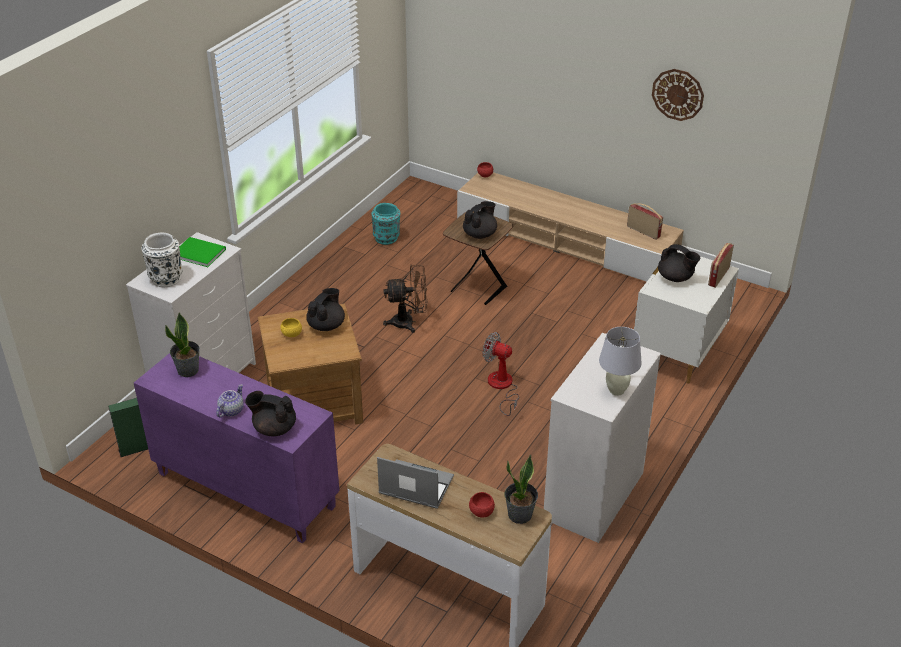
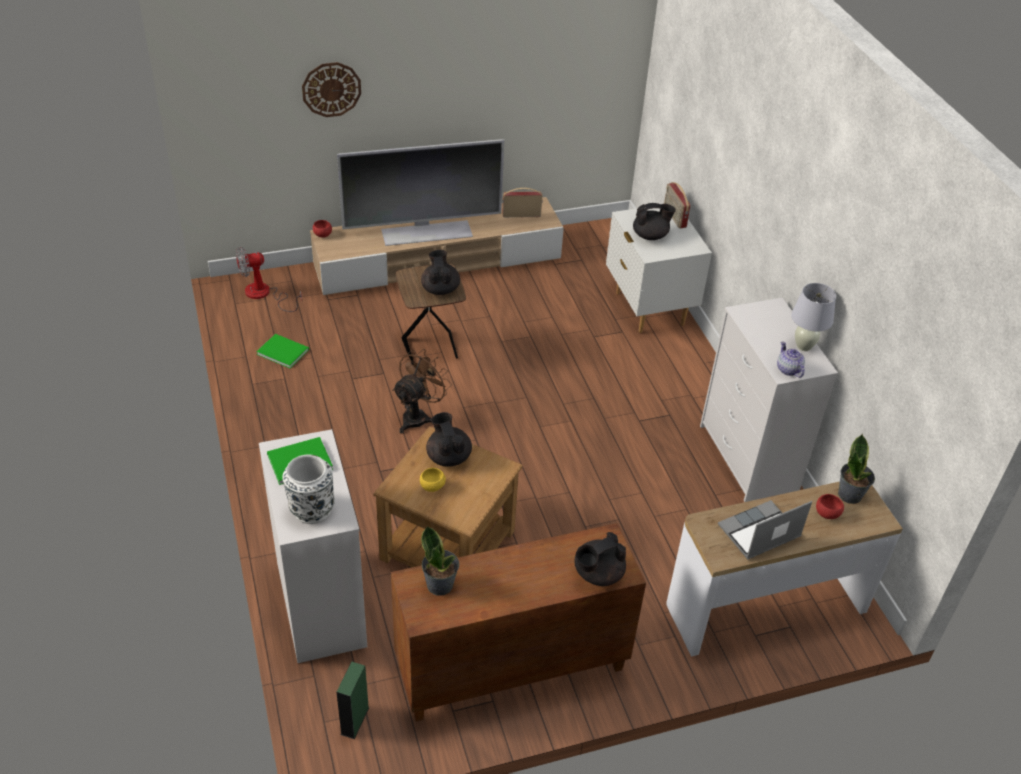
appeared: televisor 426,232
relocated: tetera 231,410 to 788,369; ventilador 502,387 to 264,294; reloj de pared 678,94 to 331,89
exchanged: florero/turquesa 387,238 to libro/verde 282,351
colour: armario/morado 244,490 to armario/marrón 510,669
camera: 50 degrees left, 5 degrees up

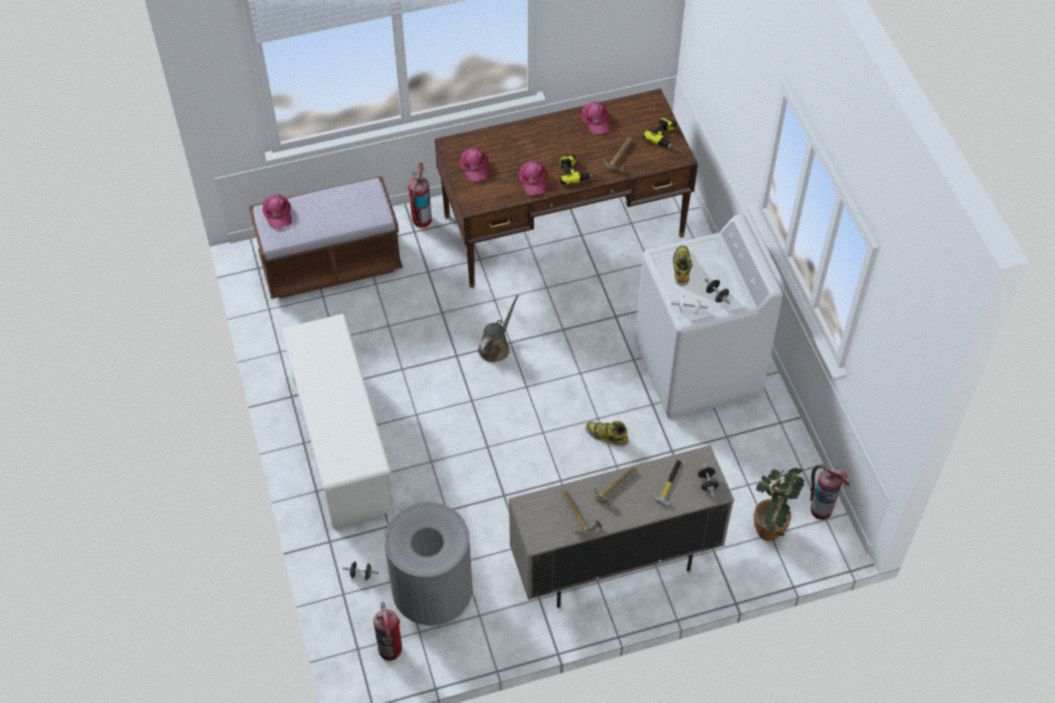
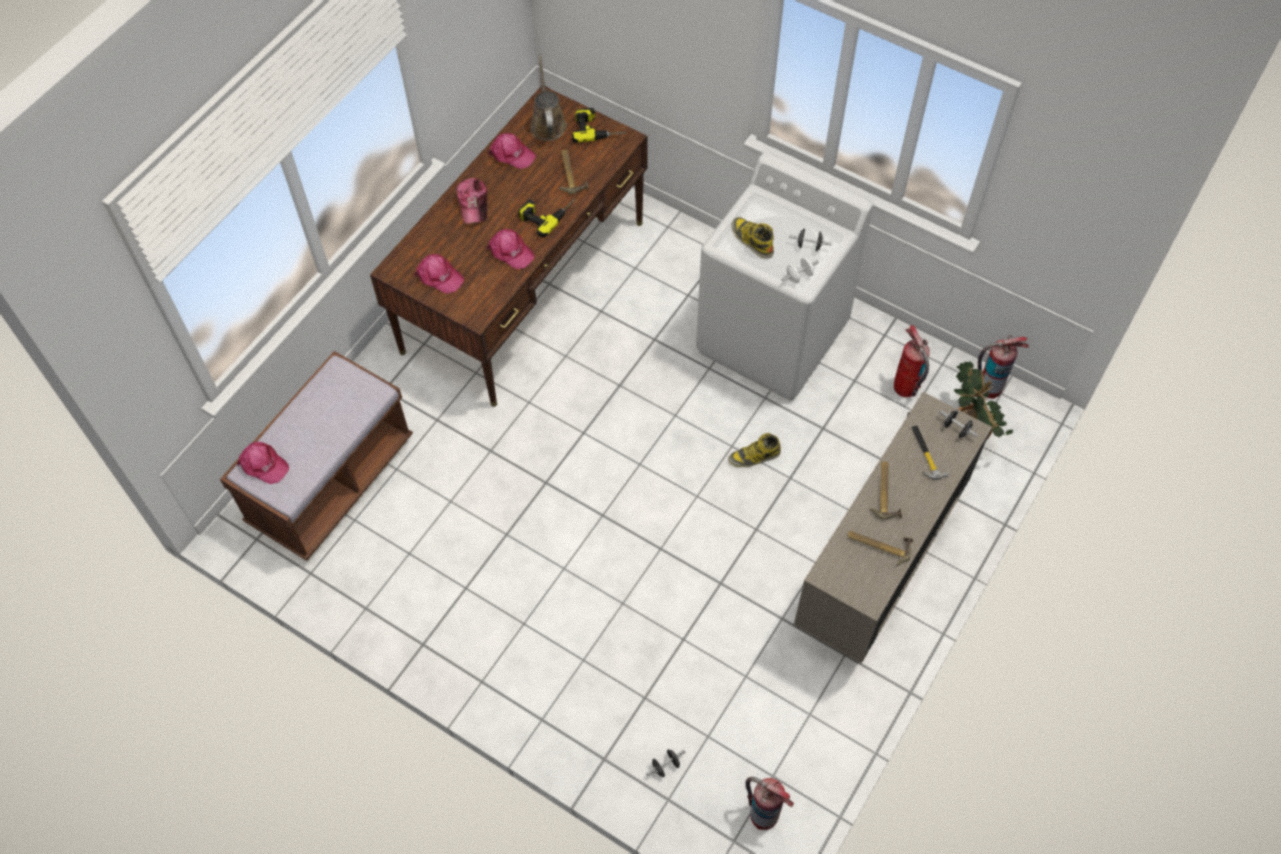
missing: zapatero/blanco 343,445; papelera/gris 432,595
appeared: gorra 473,204
relocated: extintor 421,220 to 905,388; regadera/marrón 496,347 to 547,123
camera: 40 degrees left, 5 degrees up

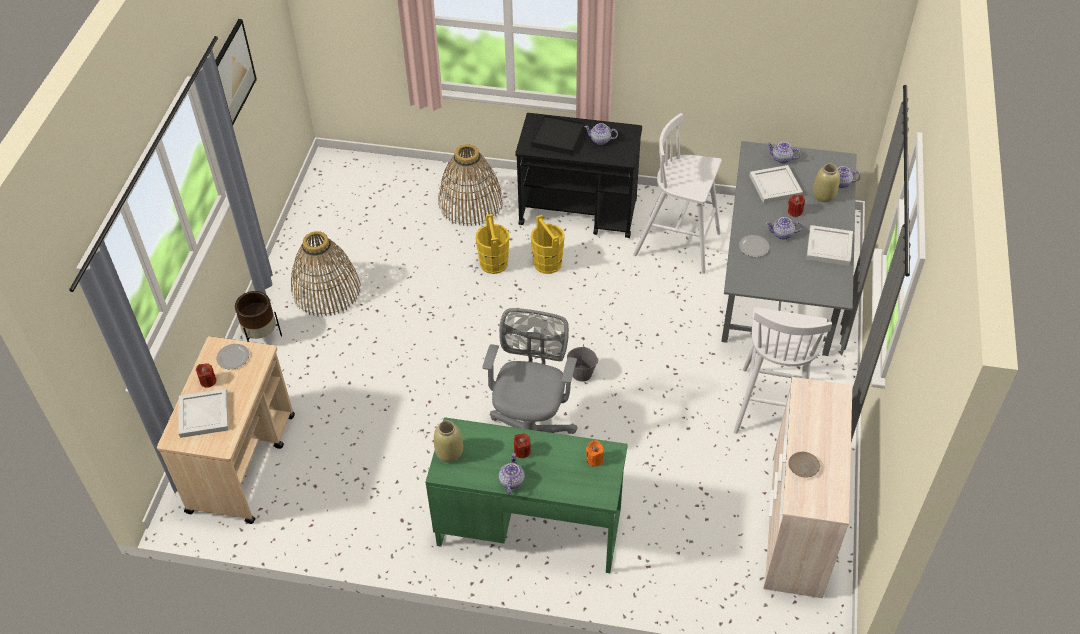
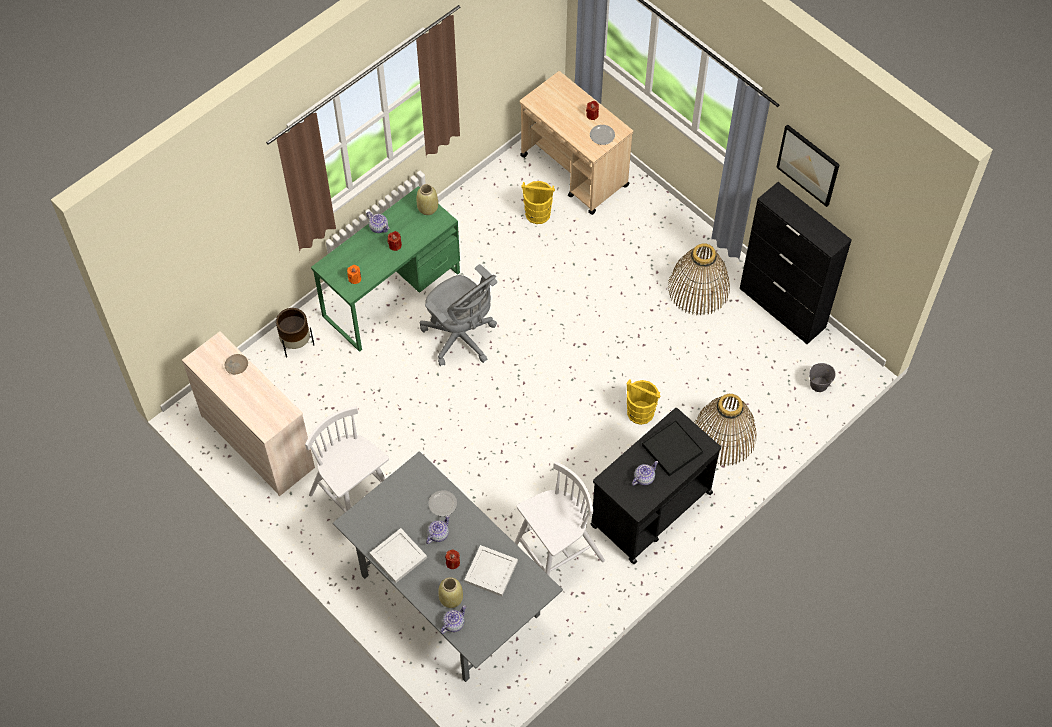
missing: bandeja/blanco 203,414; tetera 781,158
appeared: armario/negro 782,308
relocated: maceta/marrón 261,337 to 296,344; cubo/amarillo 547,263 to 538,214; cubo/gris 582,373 to 818,384
camera: 125 degrees right, 10 degrees up

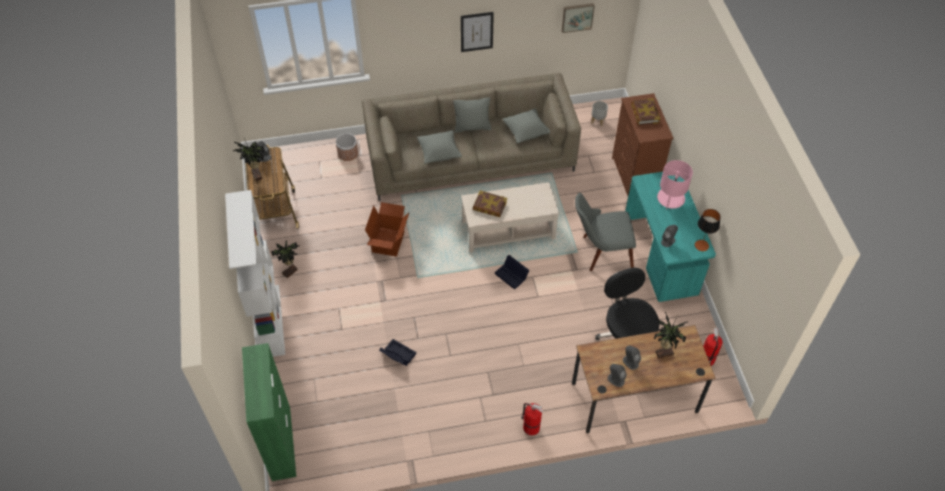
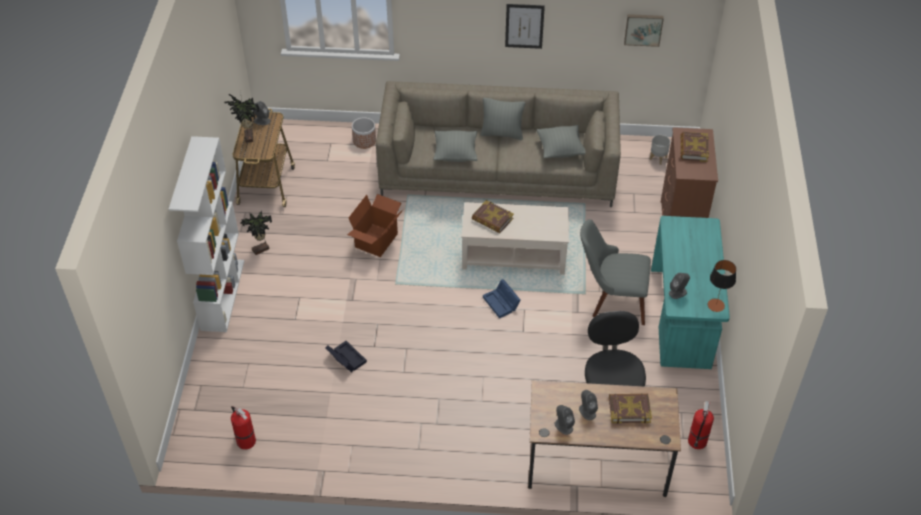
missing: armario/verde 281,443; lámpara de mesa/rosa 670,198
relocated: extintor 530,427 to 245,440
exchanged: planta en maceta 663,352 to libro 629,409
colour: caja de almacenaje/negro 512,275 to caja de almacenaje/azul 502,303
camera: 15 degrees right, 5 degrees down

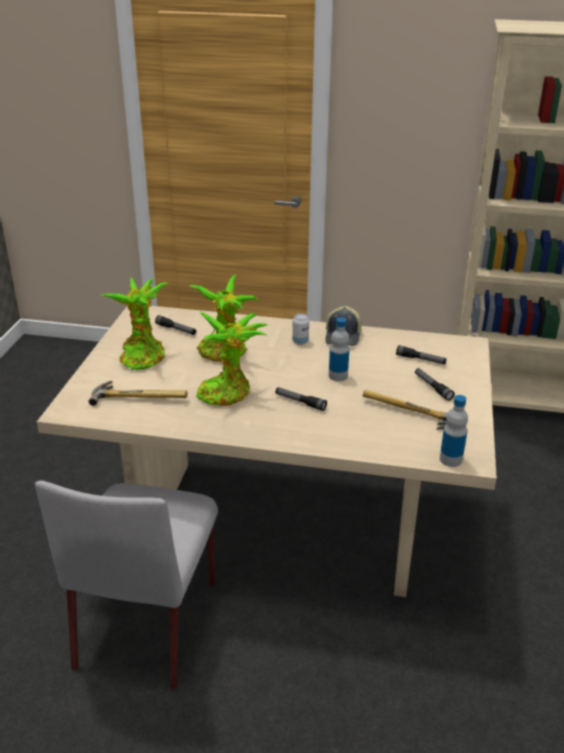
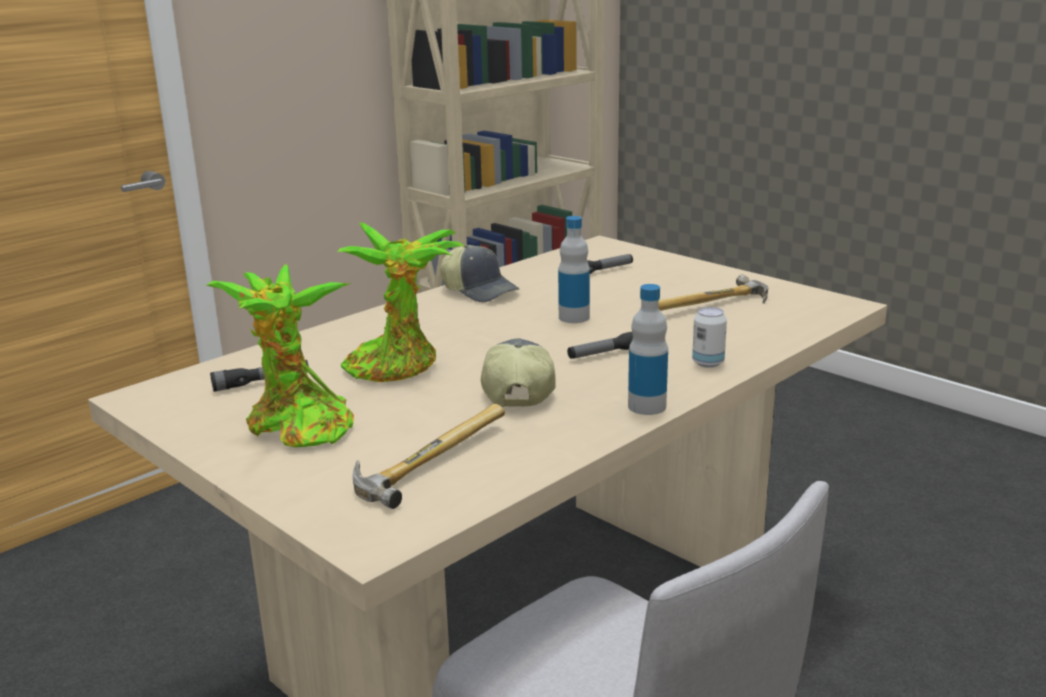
missing: linterna 432,387
relocated: lata 300,341 to 708,363; botella 450,459 to 647,406
exchanged: planta en maceta 228,392 to gorra 516,390
camera: 55 degrees left, 10 degrees down

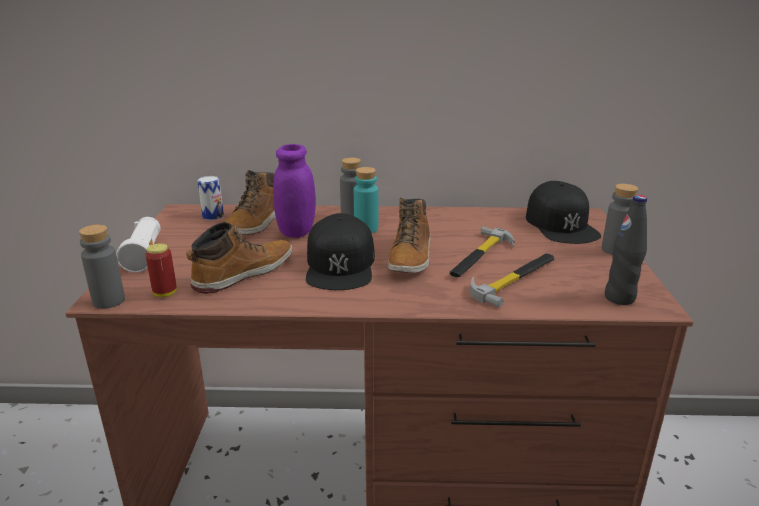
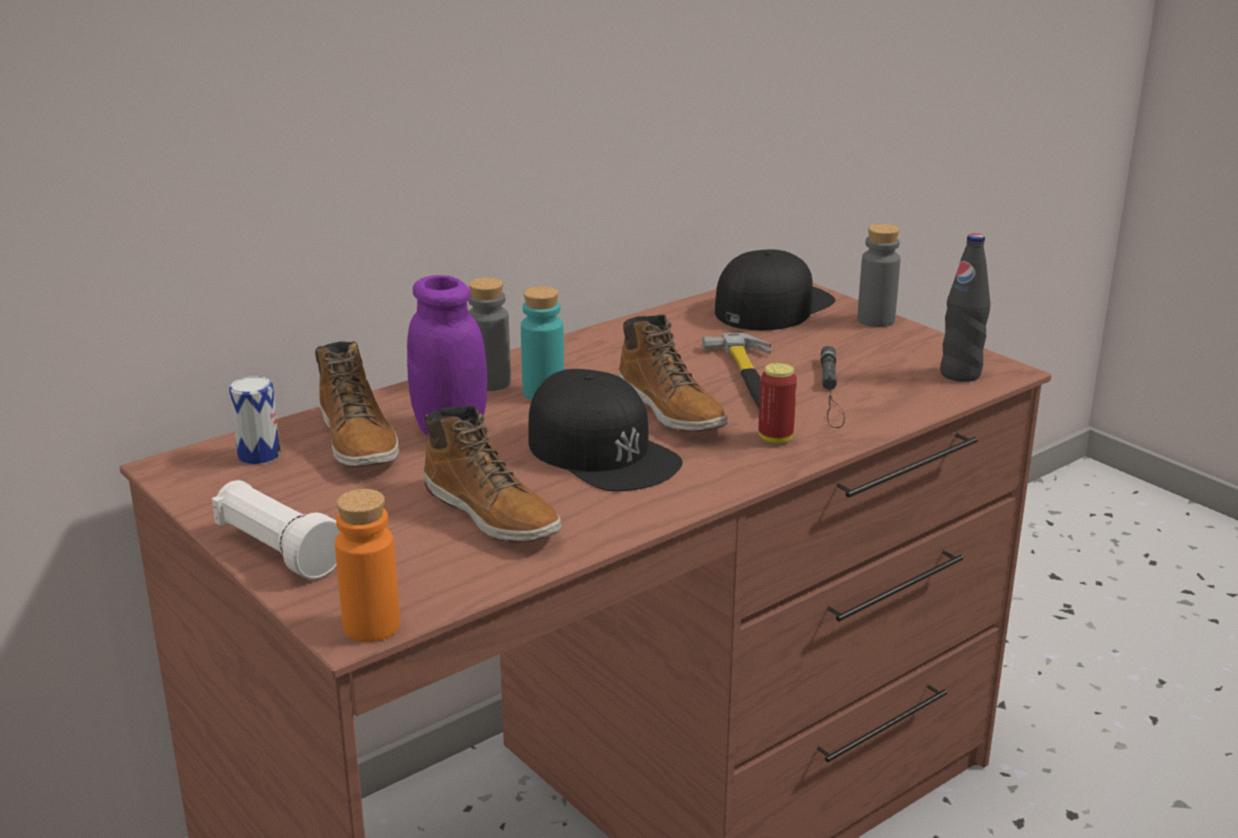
relocated: lata 165,293 to 775,438
exchanged: martillo 514,279 to linterna/negro 831,392
colour: botella/gris 109,301 to botella/naranja 371,626
spun: bota 243,273 = 492,513 135 degrees clockwise; gorra/negro 561,224 = 773,306 90 degrees counterclockwise
camera: 40 degrees left, 0 degrees up

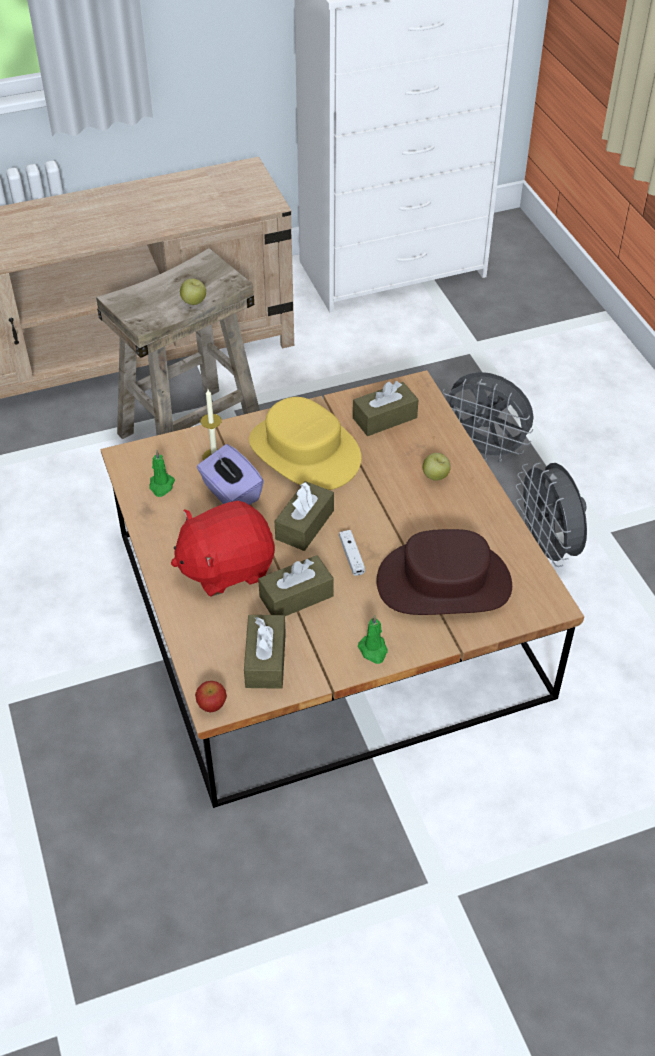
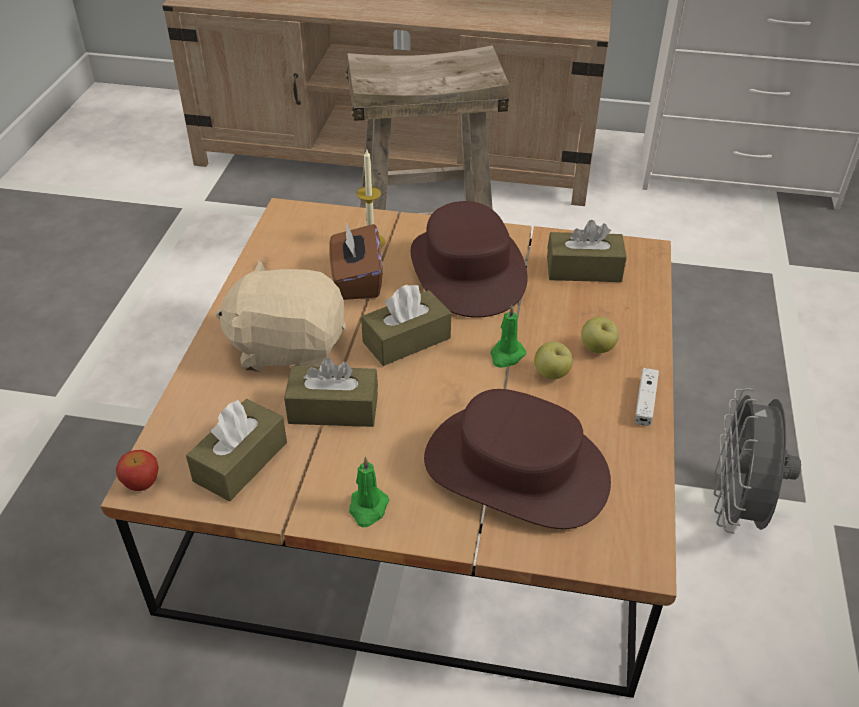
missing: ventilador/gris 483,450
relocated: vela/verde 161,486 to 506,355; manzana 194,302 to 551,374; mando de consola/blanco 351,556 to 645,402
colour: peluche/rojo 226,567 to peluche/beis 287,348; caja de pañuelos/morado 231,493 to caja de pañuelos/marrón 357,280; sombrero/amarillo 304,452 to sombrero/marrón 466,270
camera: 30 degrees right, 5 degrees down

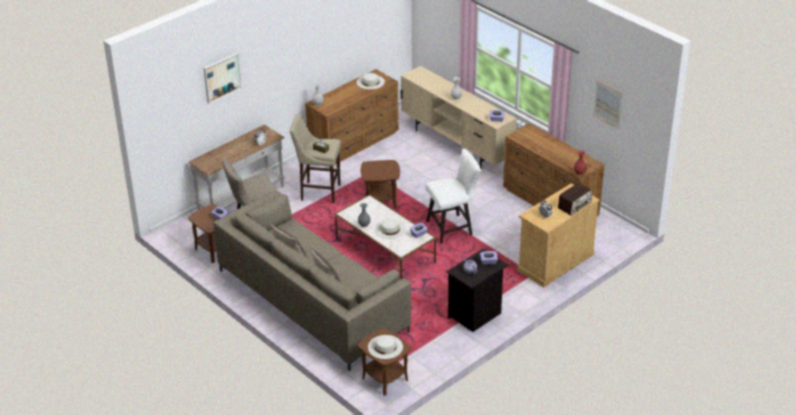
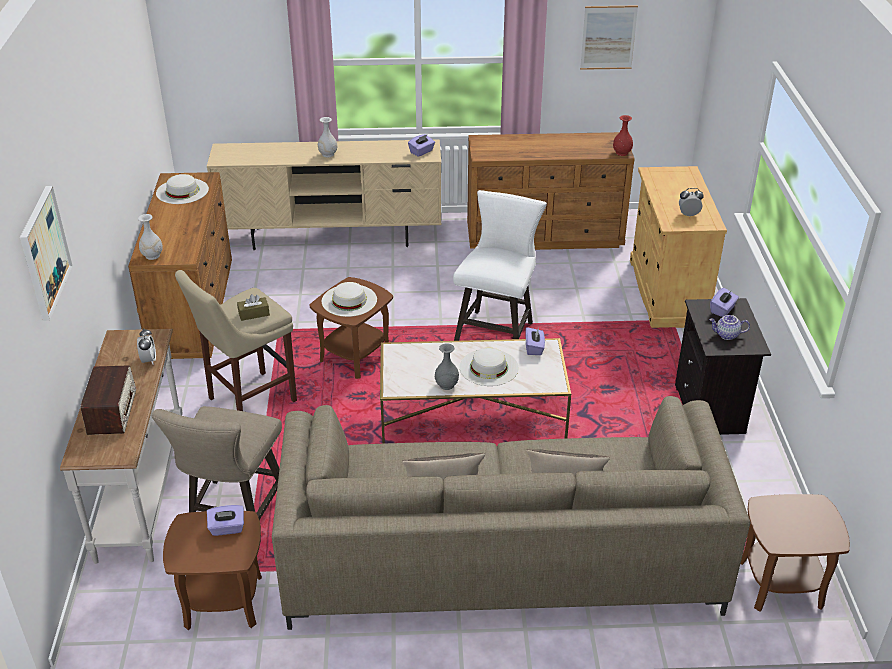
relocated: sombrero/blanco 385,347 to 349,300; radio 574,205 to 112,411
camera: 50 degrees left, 0 degrees up

